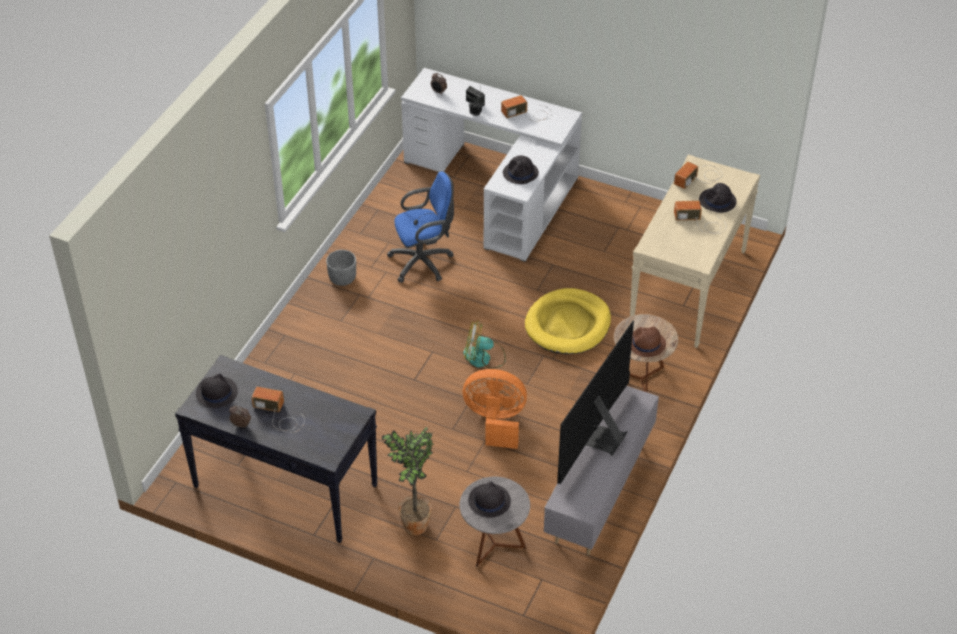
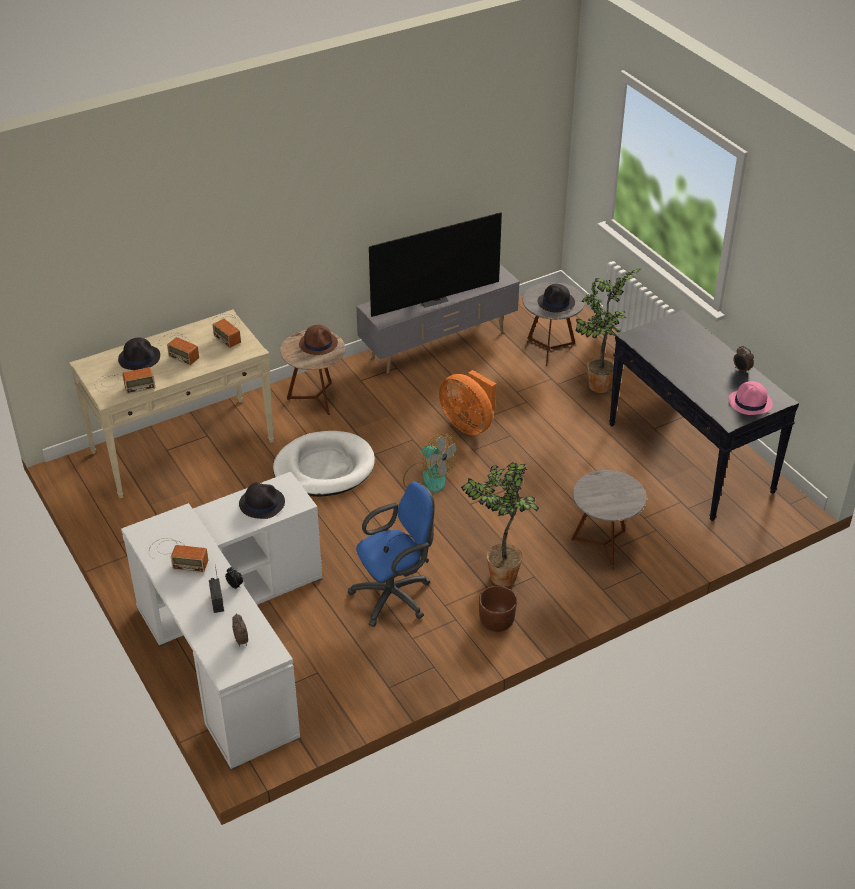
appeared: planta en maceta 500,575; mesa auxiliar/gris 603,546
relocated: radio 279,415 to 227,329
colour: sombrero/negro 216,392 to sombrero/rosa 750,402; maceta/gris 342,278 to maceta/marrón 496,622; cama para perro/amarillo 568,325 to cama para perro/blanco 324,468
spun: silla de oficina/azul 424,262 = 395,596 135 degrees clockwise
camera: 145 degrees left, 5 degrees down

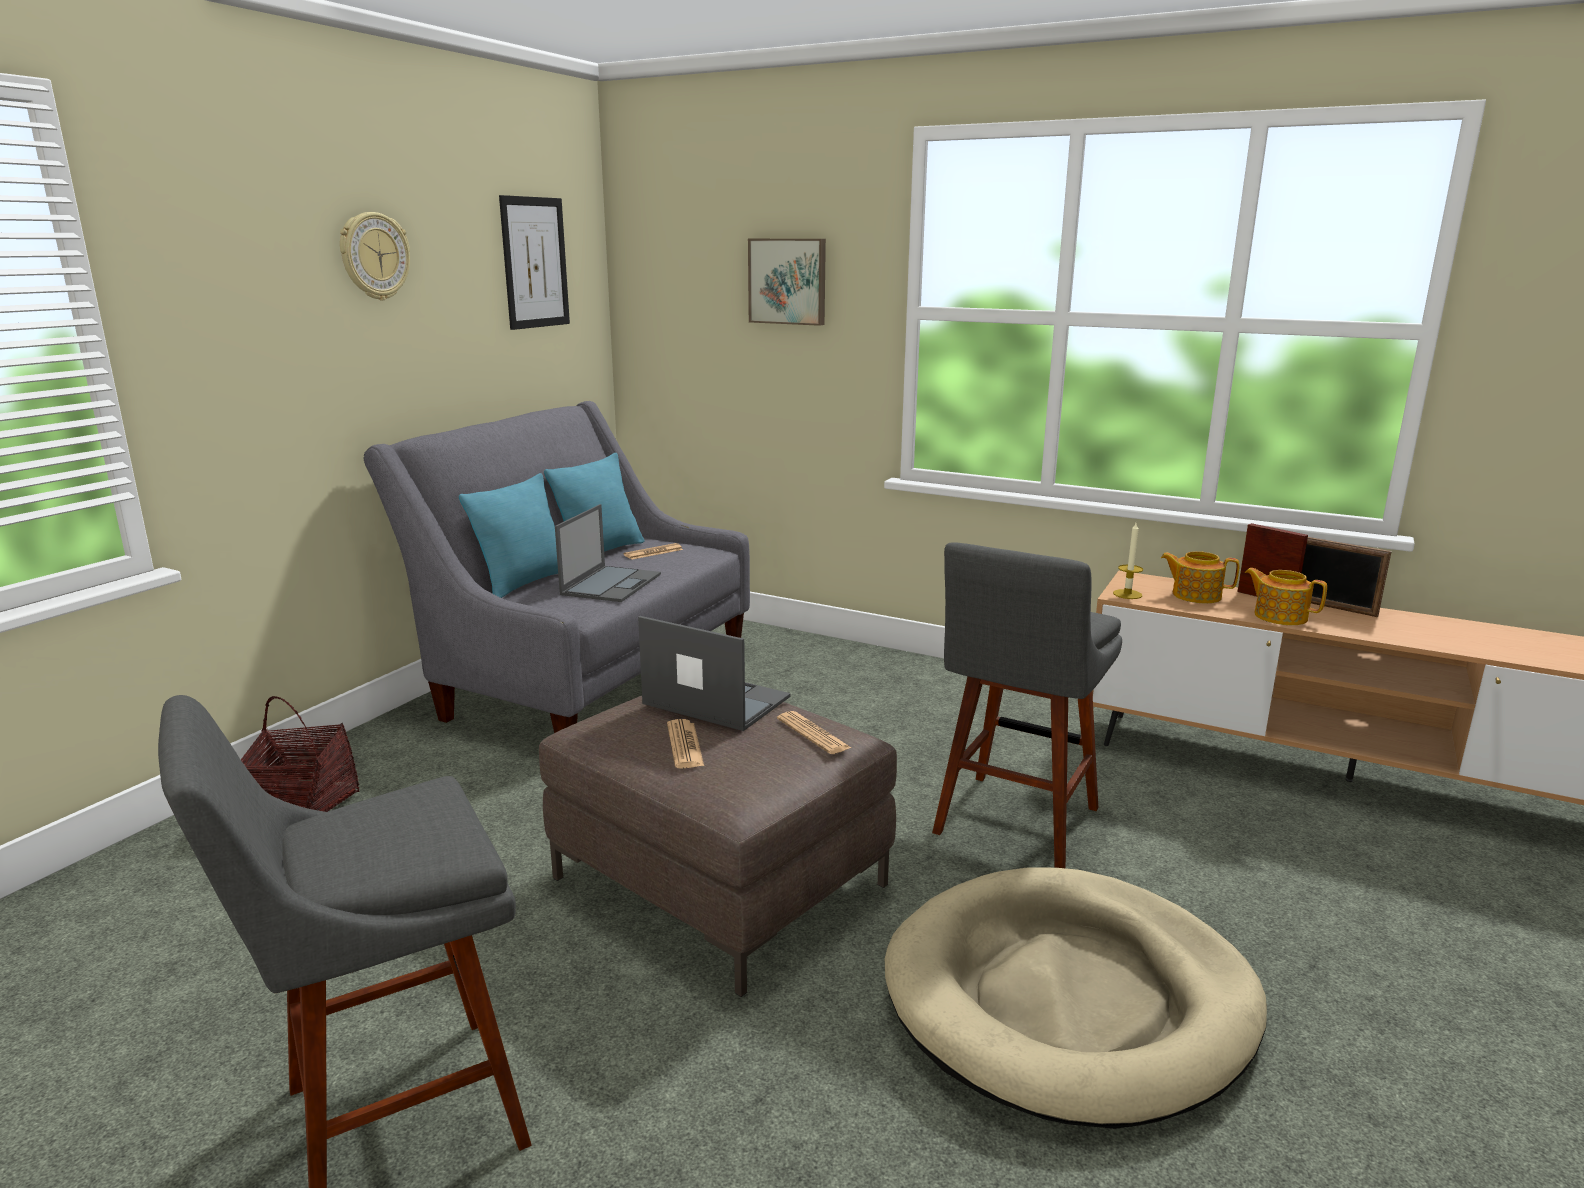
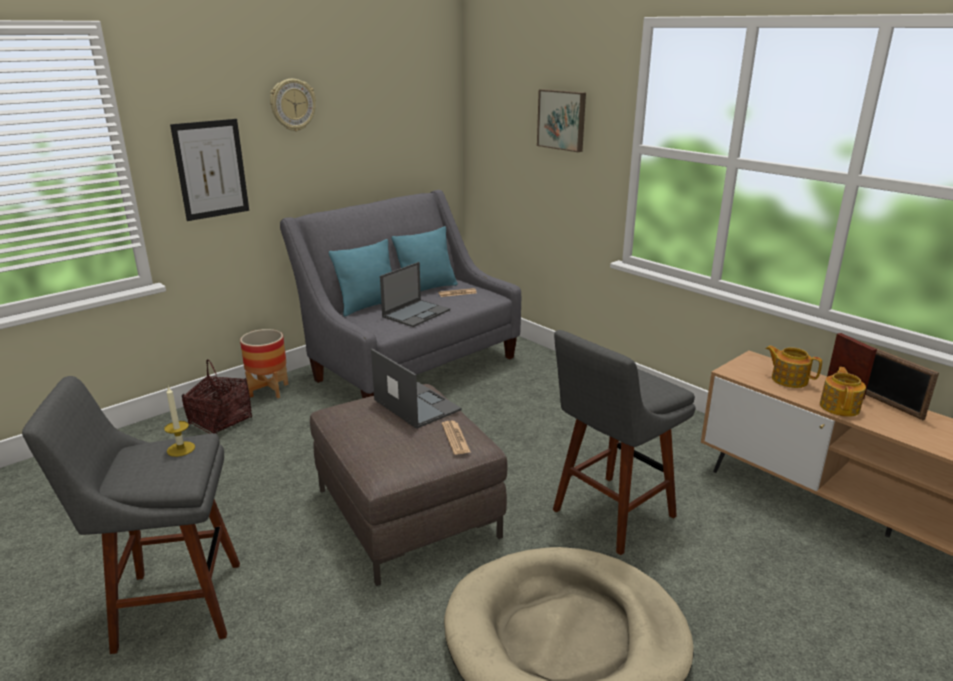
missing: periódico 685,745
appeared: maceta 269,390
relocated: cuadro 535,263 to 211,169; vela 1127,594 to 181,449
spun: tetera 1279,616 = 840,407 45 degrees clockwise
camera: 20 degrees right, 5 degrees up

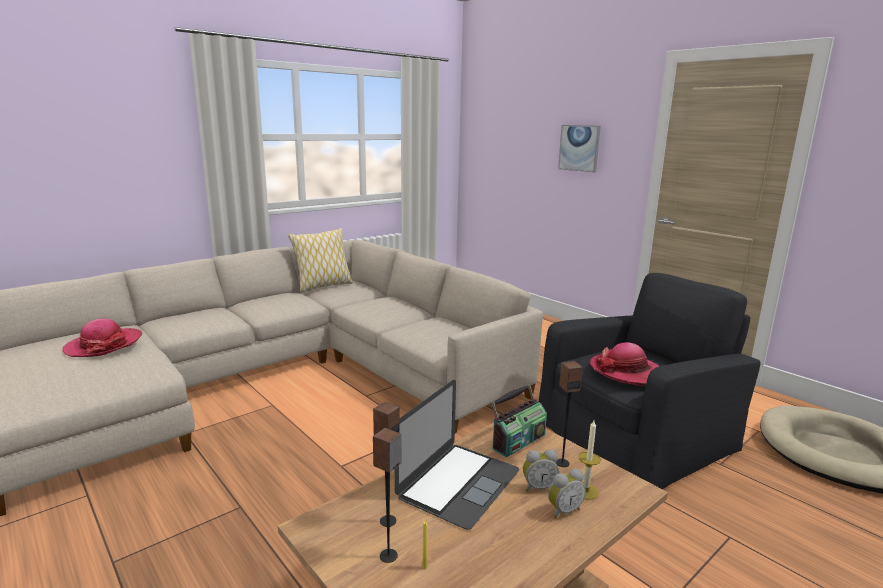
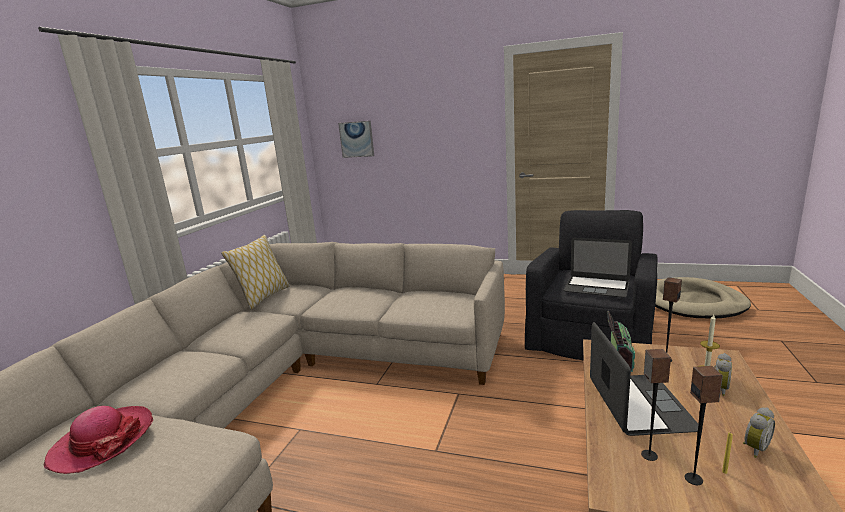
relocated: despertador 538,487 to 754,448; cuadro 579,148 to 356,139
exchanged: sombrero 626,372 to portátil 596,286
camera: 30 degrees left, 0 degrees up

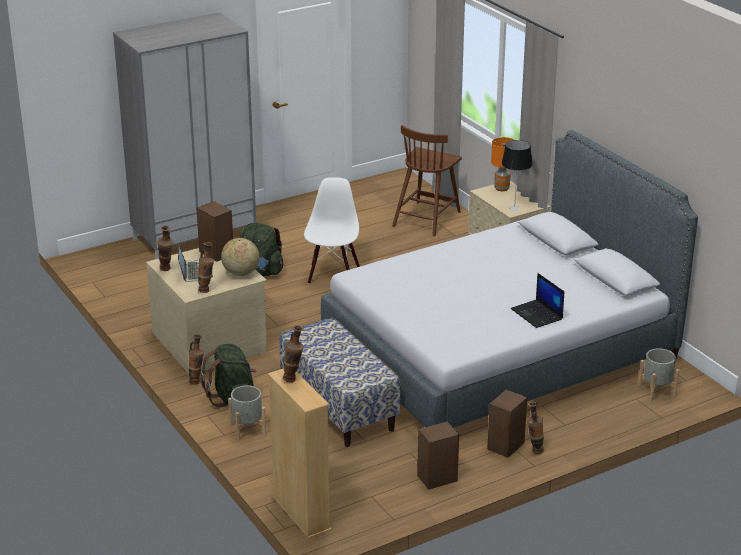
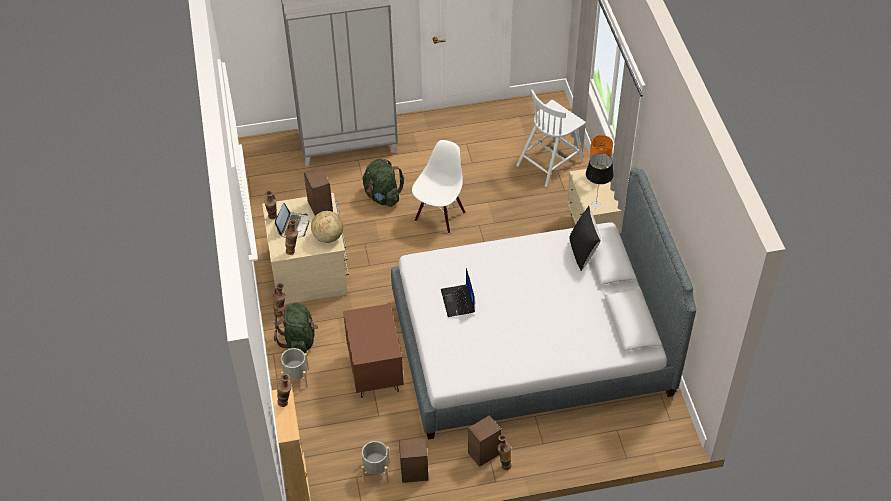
appeared: cojín/negro 583,252
relocated: portátil 537,314 to 458,301; maceta/gris 657,391 to 376,471
exchanged: banco 339,407 to mesita de noche/marrón 375,373
colour: silla/marrón 426,218 to silla/blanco 550,162
camera: 20 degrees right, 20 degrees up

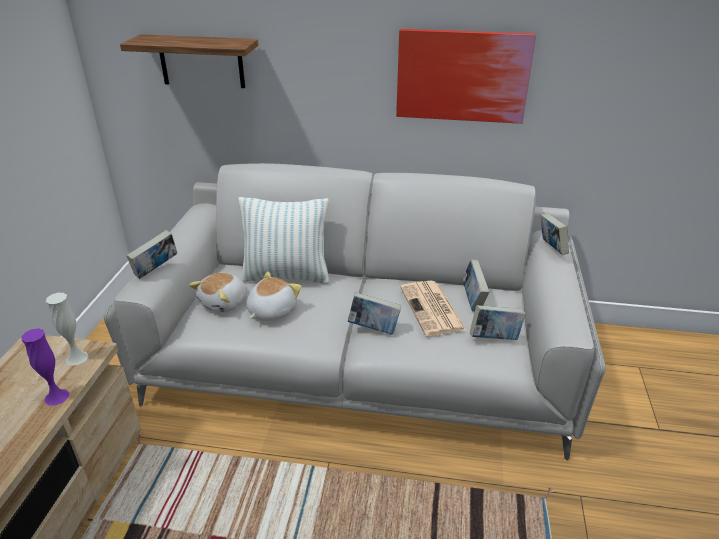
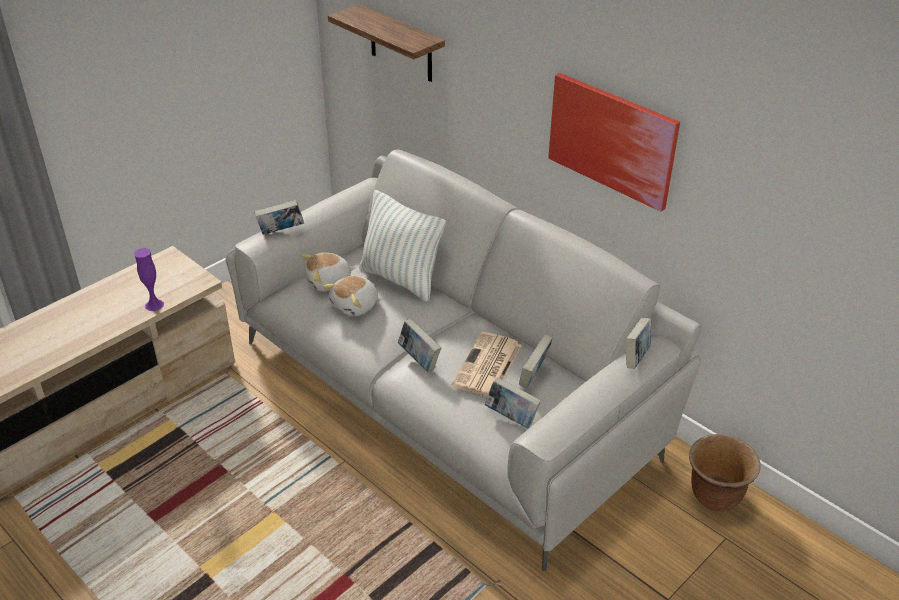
missing: florero/blanco 77,358
appeared: maceta/marrón 715,497
spun: peluche 271,311 = 355,305 150 degrees clockwise
camera: 35 degrees right, 5 degrees up

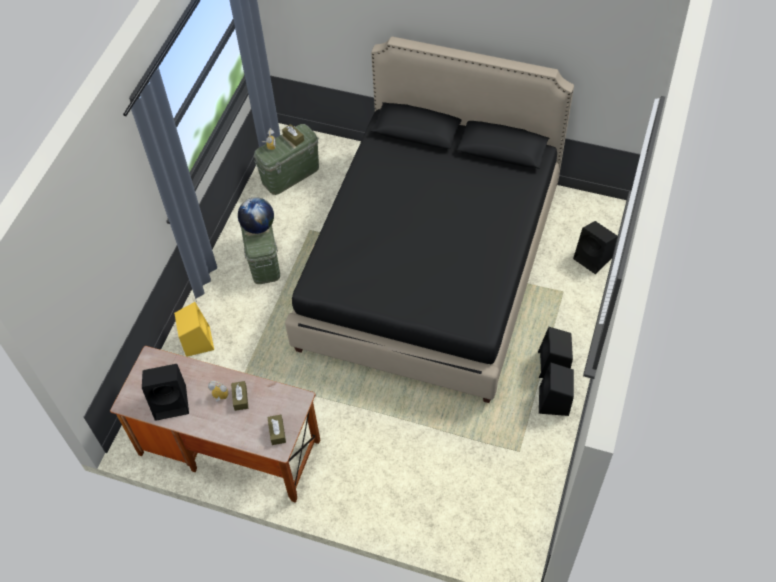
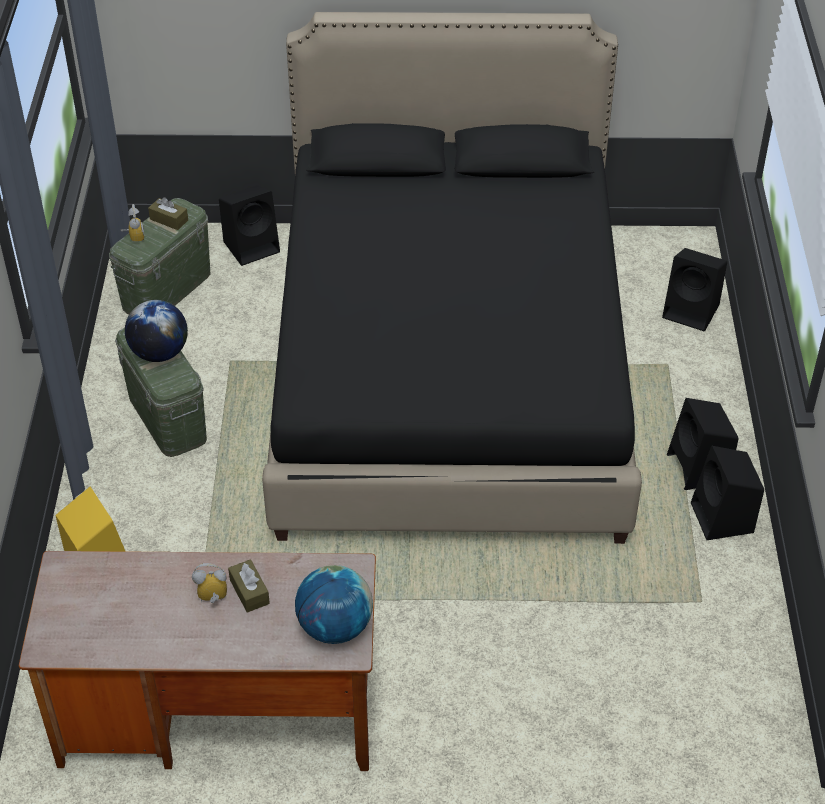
relocated: altavoz/negro 171,402 to 252,246
exchanged: caja de pañuelos/marrón 277,432 to globo terráqueo 335,627
camera: 20 degrees left, 10 degrees down

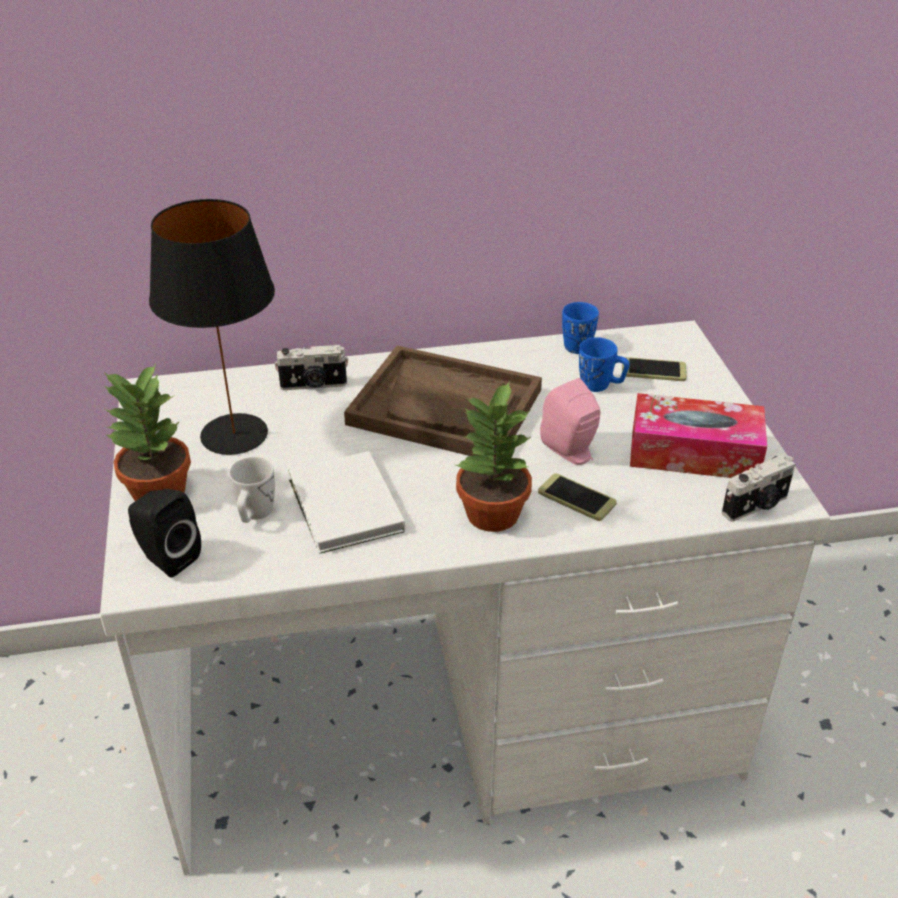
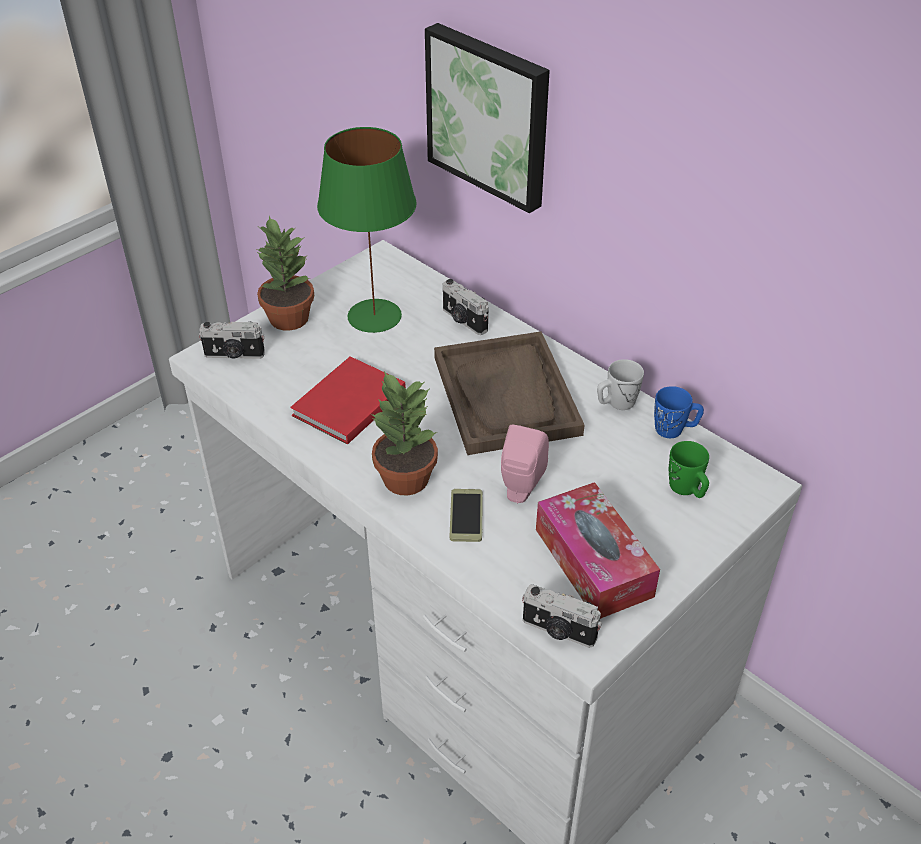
missing: taza grande/azul 601,385
appeared: cuadro 490,115
relocated: taza grande/blanco 254,514 to 616,403
exchanged: altavoz/negro 167,558 to cámara 234,355; móvil 653,370 to taza grande/verde 687,490
colour: lámpara de mesa/negro 233,434 to lámpara de mesa/verde 374,315; libro/blanco 344,508 to libro/rojo 346,404
camera: 55 degrees right, 5 degrees up

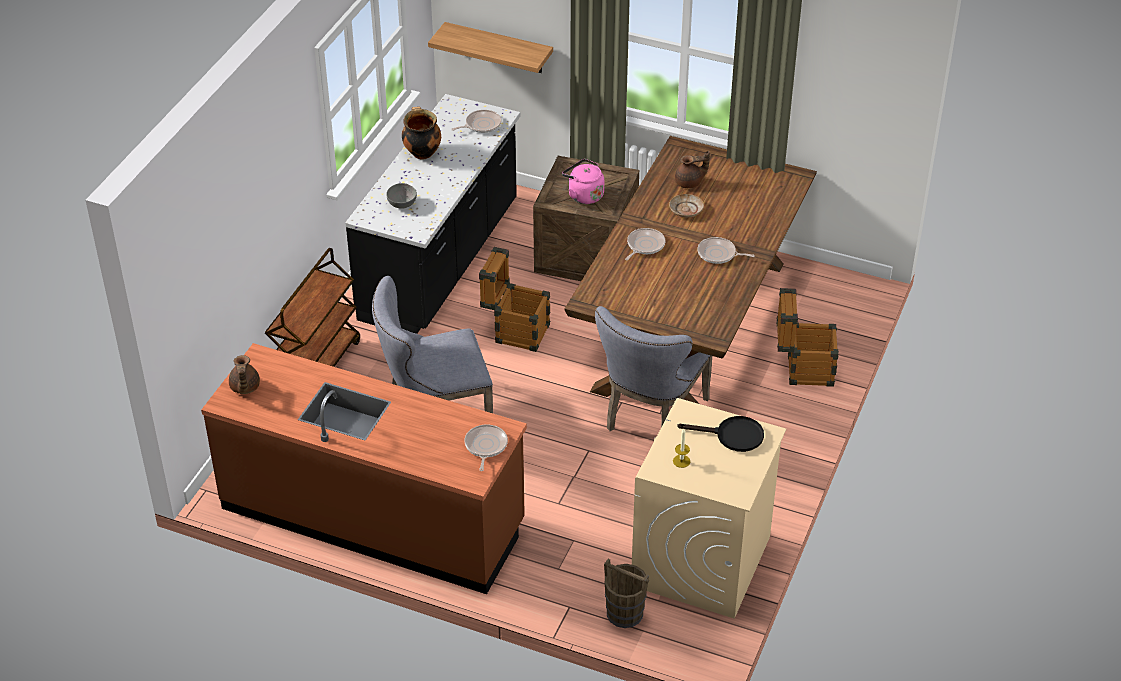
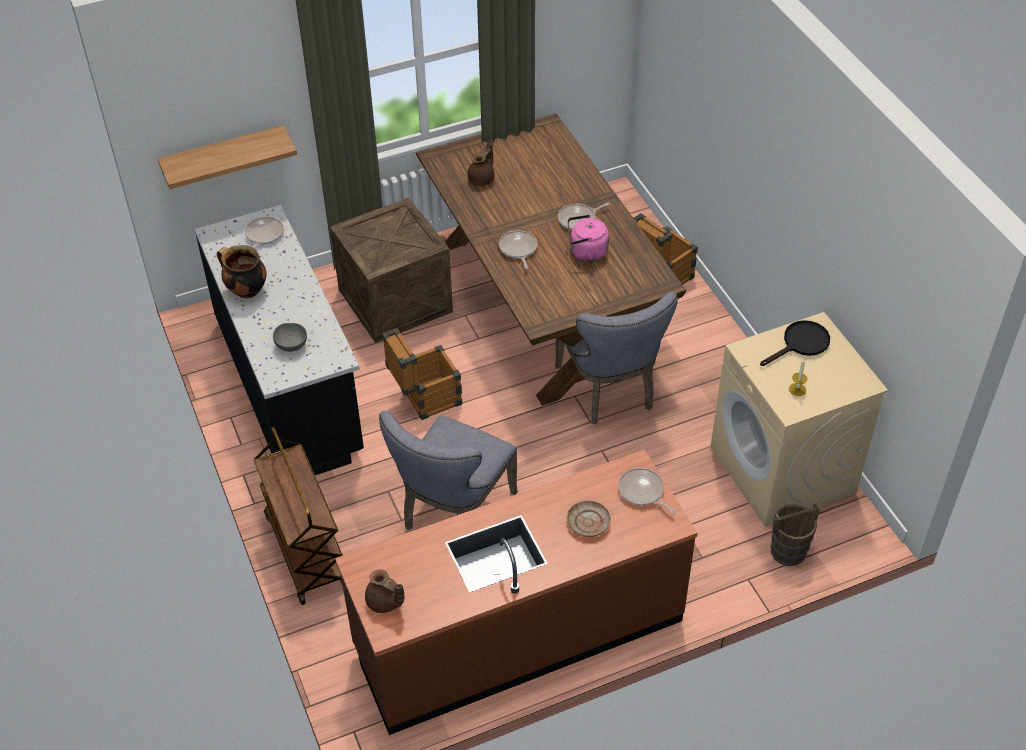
relocated: hervidor/rosa 583,195 to 586,252; plato/beis 686,210 to 588,523
camera: 45 degrees left, 5 degrees up

